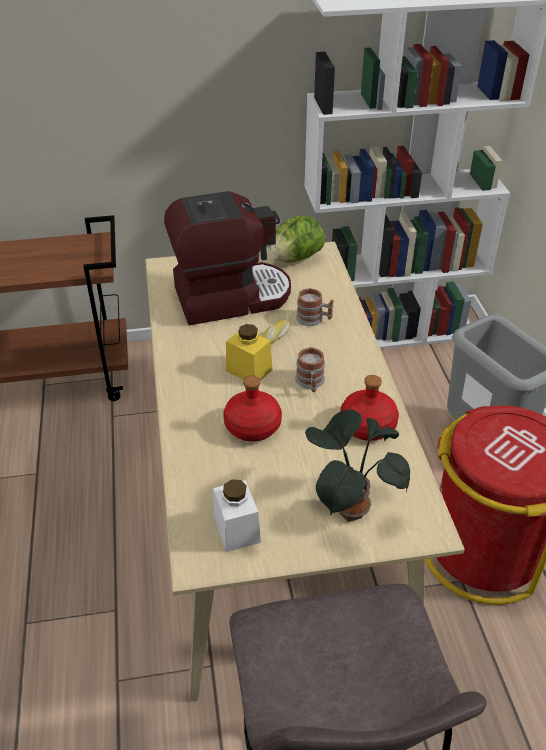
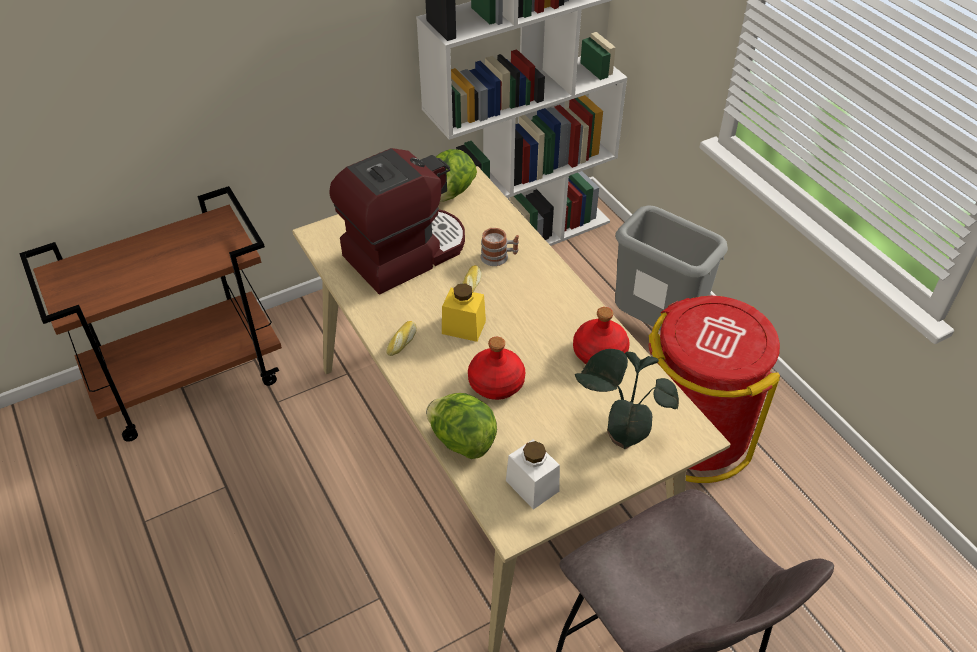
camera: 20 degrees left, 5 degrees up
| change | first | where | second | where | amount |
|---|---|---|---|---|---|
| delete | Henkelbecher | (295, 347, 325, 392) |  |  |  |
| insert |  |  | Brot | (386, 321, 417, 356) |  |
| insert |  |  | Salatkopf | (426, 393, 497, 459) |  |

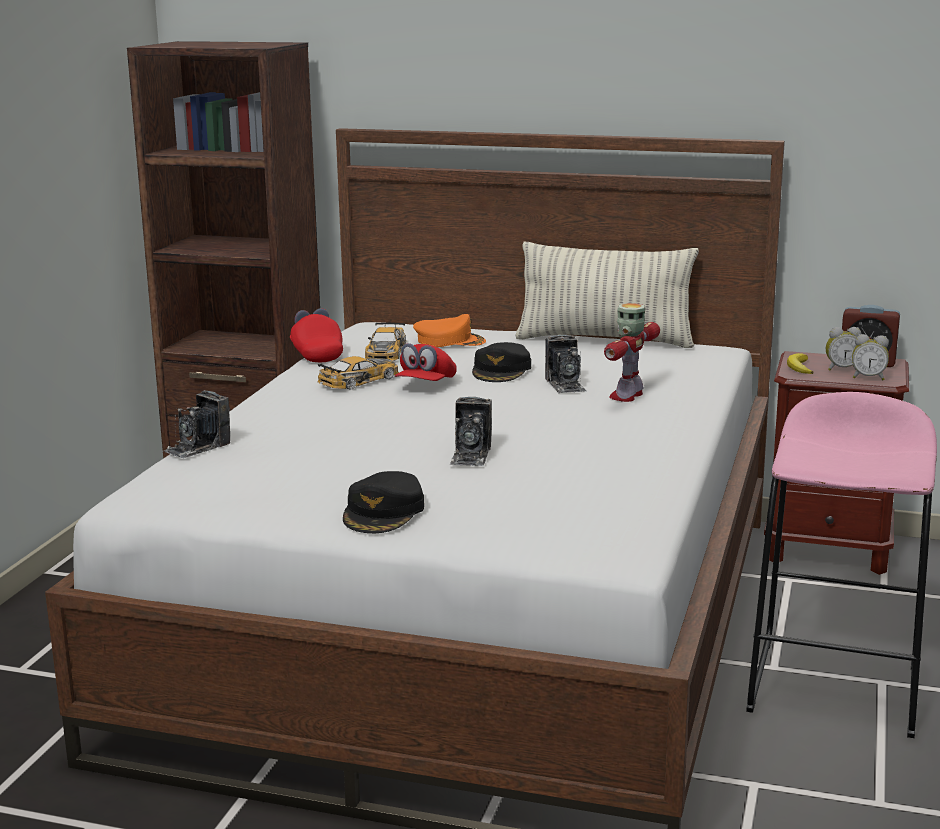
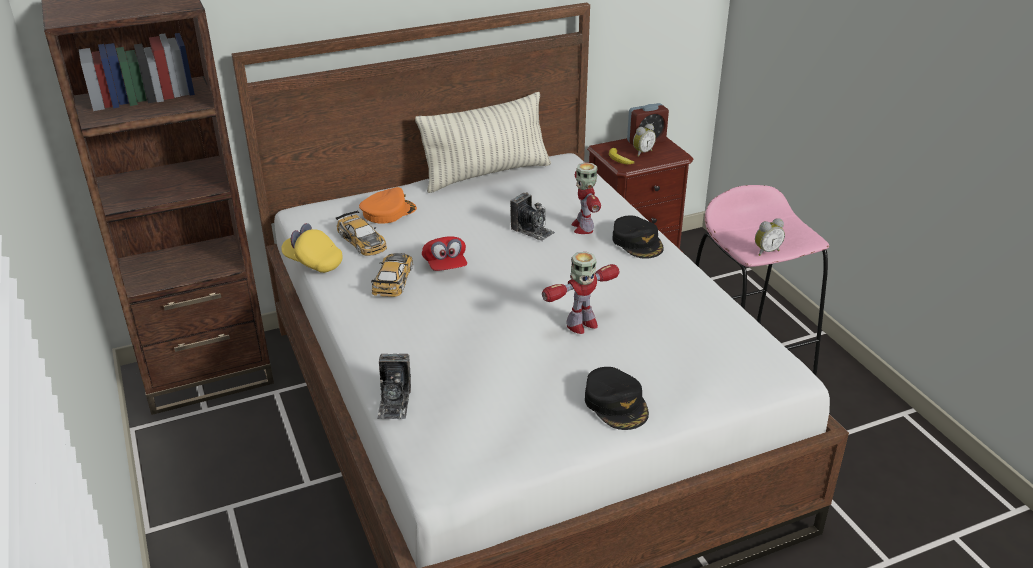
camera: 40 degrees left, 15 degrees up
| change | first | where | second | where | amount |
|---|---|---|---|---|---|
| move | Kappe/schwarz | (472, 342, 531, 382) |  | (613, 215, 664, 259) |  |
| move | Wecker | (852, 334, 889, 380) |  | (755, 218, 785, 256) |  |
| replace | Kamera | (449, 397, 492, 466) | Spielzeugroboter | (542, 252, 619, 334) |  |
| recolor | Kappe/rot | (290, 308, 343, 362) | Kappe/gelb | (281, 223, 343, 273) |  |

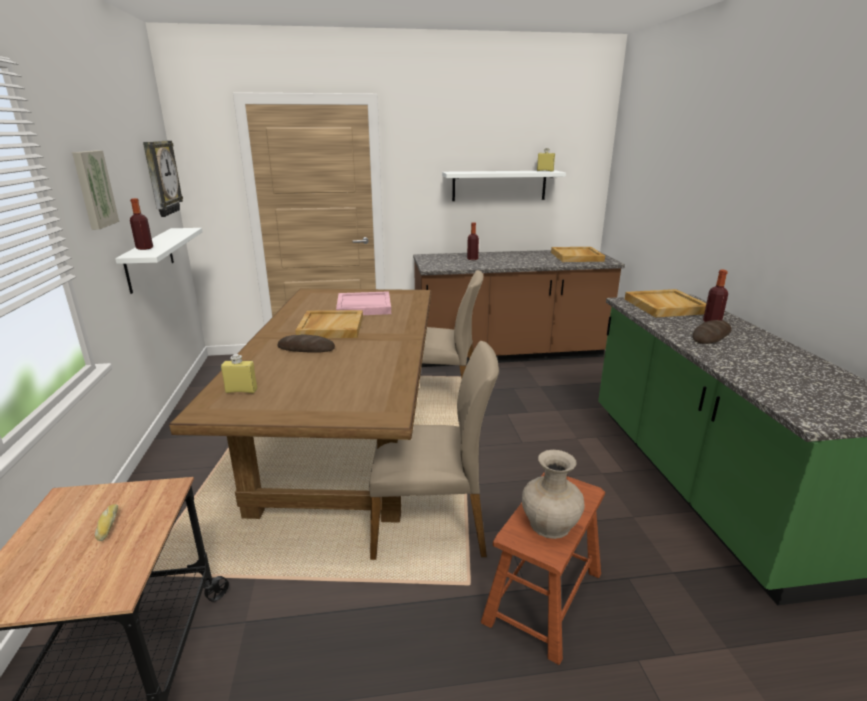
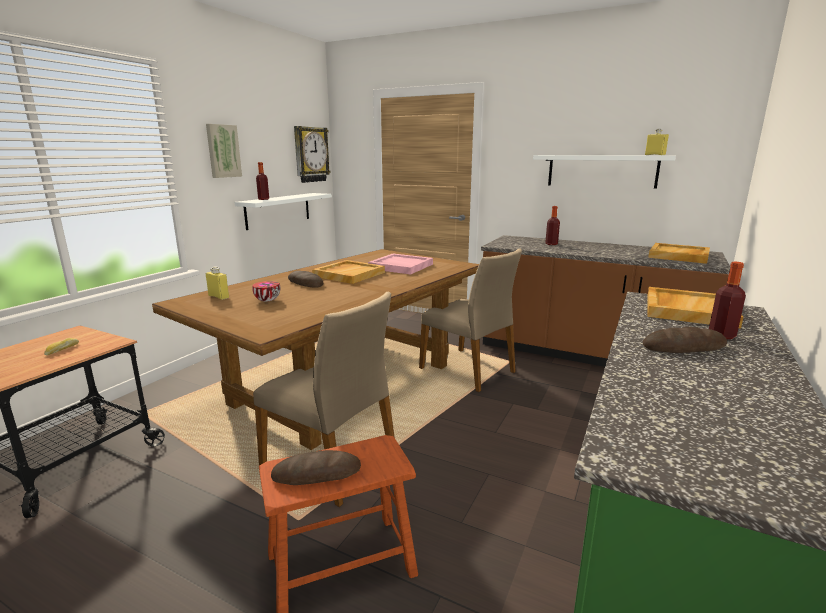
camera: 35 degrees right, 5 degrees down
| change | first | where | second | where | amount |
|---|---|---|---|---|---|
| insert |  |  | Schüssel | (252, 281, 280, 302) |  |
| replace | Vase/beige | (522, 450, 585, 539) | Brot | (271, 450, 361, 485) |  |

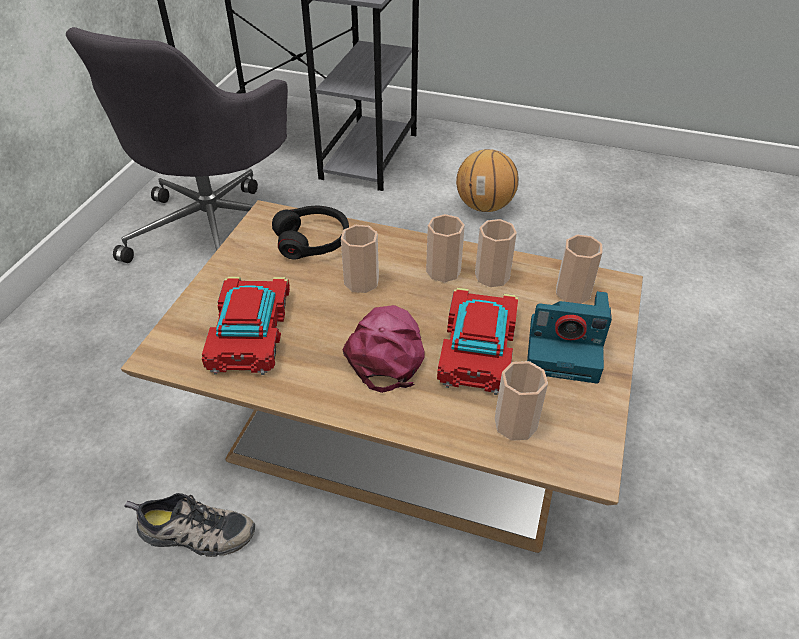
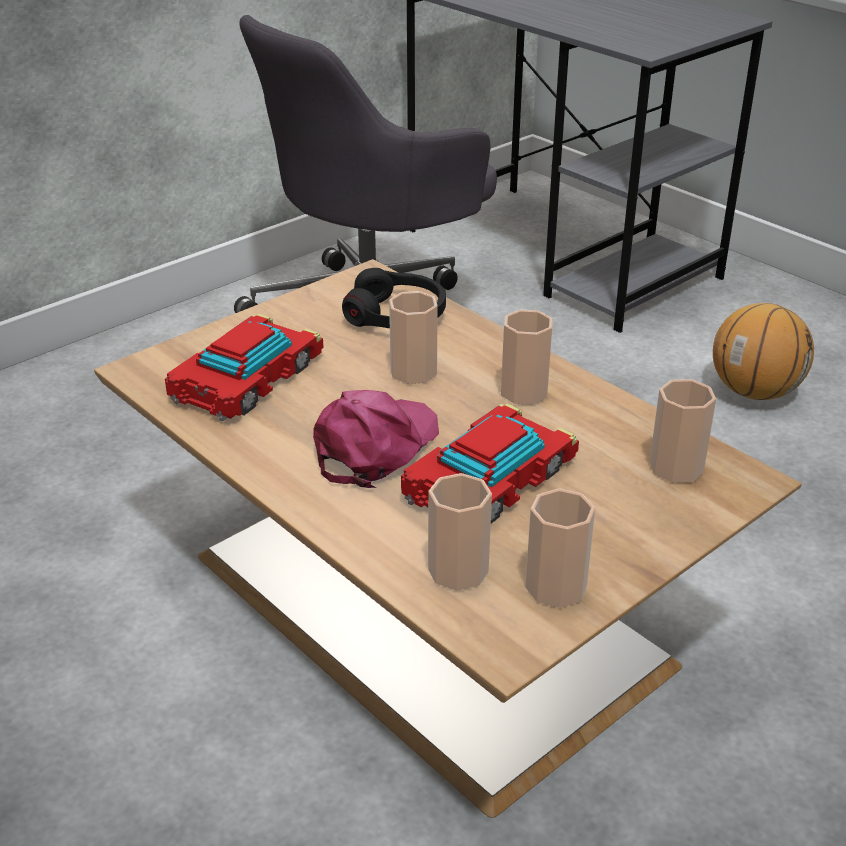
camera: 30 degrees right, 10 degrees down
| change | first | where | second | where | amount |
|---|---|---|---|---|---|
| delete | Schuh | (124, 493, 255, 557) |  |  |  |
| delete | Kamera | (527, 291, 612, 384) |  |  |  |
| move | Tasse | (475, 219, 517, 287) |  | (525, 488, 595, 608) |  |

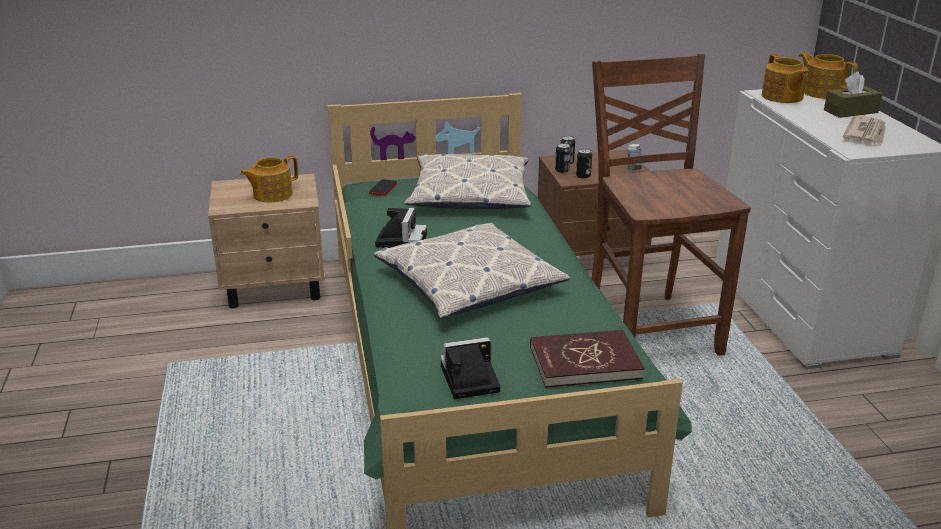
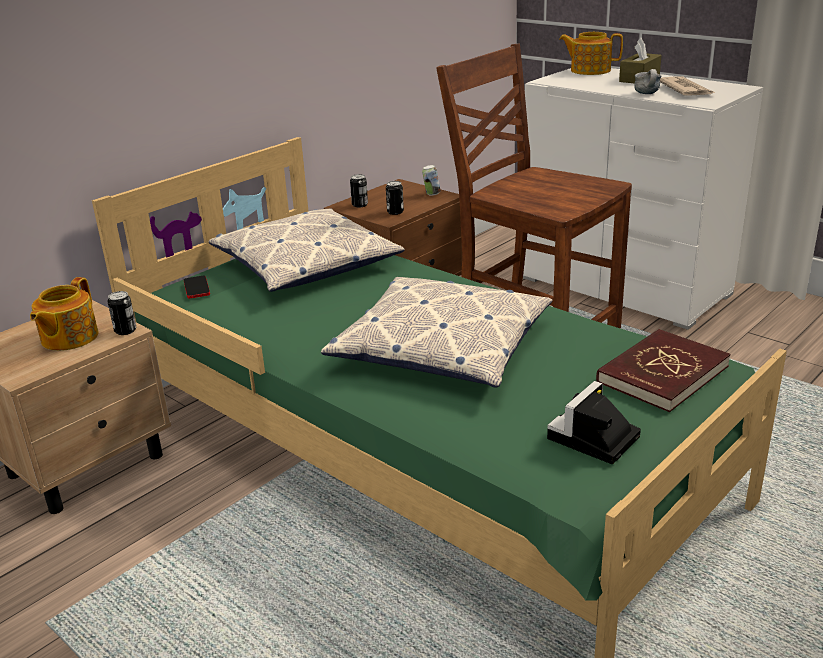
camera: 35 degrees left, 0 degrees up
| change | first | where | second | where | amount |
|---|---|---|---|---|---|
| delete | Kamera | (375, 208, 427, 248) |  |  |  |
| delete | Teekanne | (762, 54, 808, 103) |  |  |  |
| insert |  |  | Henkelbecher | (634, 69, 662, 94) |  |
| move | Dose | (555, 143, 571, 173) |  | (108, 291, 136, 335) |  |

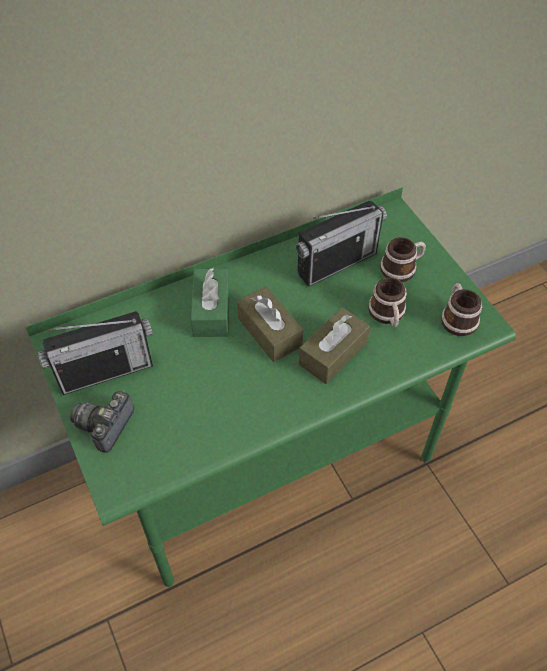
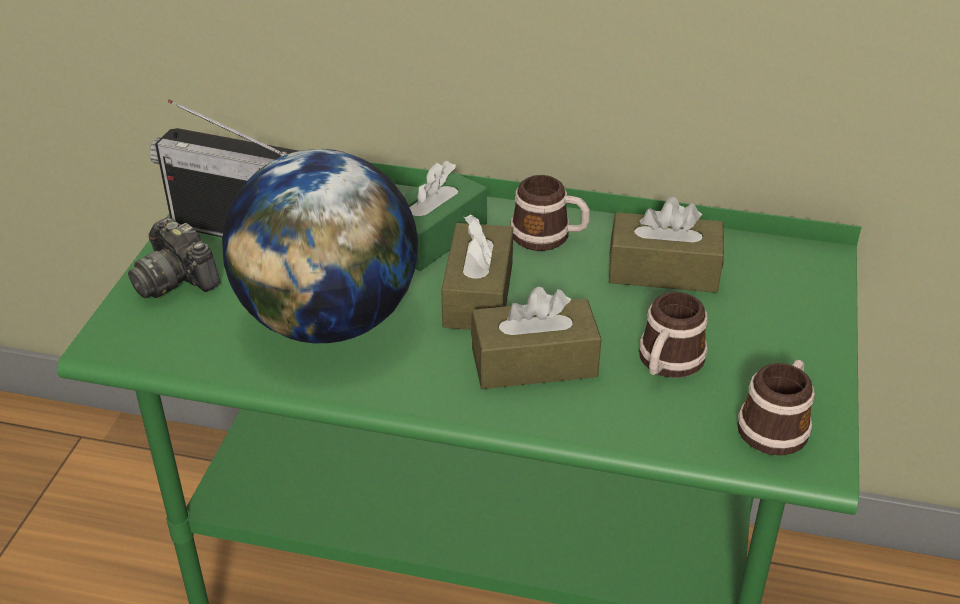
camera: 40 degrees right, 15 degrees down
| change | first | where | second | where | amount |
|---|---|---|---|---|---|
| insert |  |  | Globus | (222, 149, 418, 343) |  |
| move | Henkelbecher | (380, 237, 426, 282) |  | (510, 175, 590, 251) |  |
| replace | Radio | (296, 201, 387, 287) | Taschentuchbox/braun | (609, 197, 724, 293) |  |
| rotate | Kamera | (70, 390, 134, 453) |  | (128, 217, 220, 298) | 105 degrees counterclockwise |

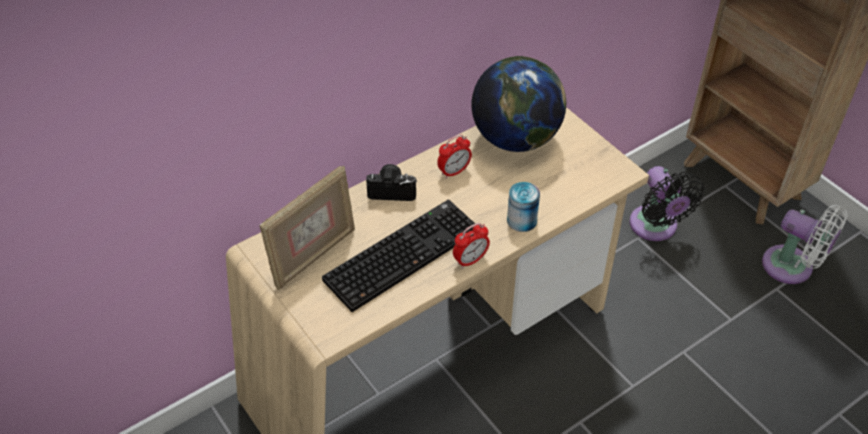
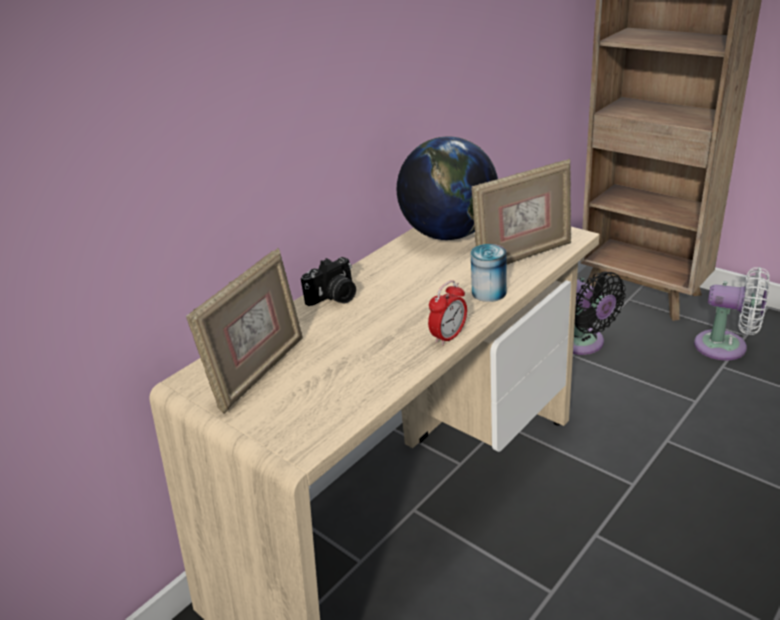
camera: 10 degrees left, 15 degrees down
| change | first | where | second | where | amount |
|---|---|---|---|---|---|
| delete | Tastatur | (322, 200, 475, 312) |  |  |  |
| delete | Wecker | (437, 135, 472, 179) |  |  |  |
| insert |  |  | Bilderrahmen | (471, 158, 571, 265) |  |
| rotate | Kamera | (366, 164, 417, 201) |  | (301, 257, 356, 306) | 150 degrees clockwise |

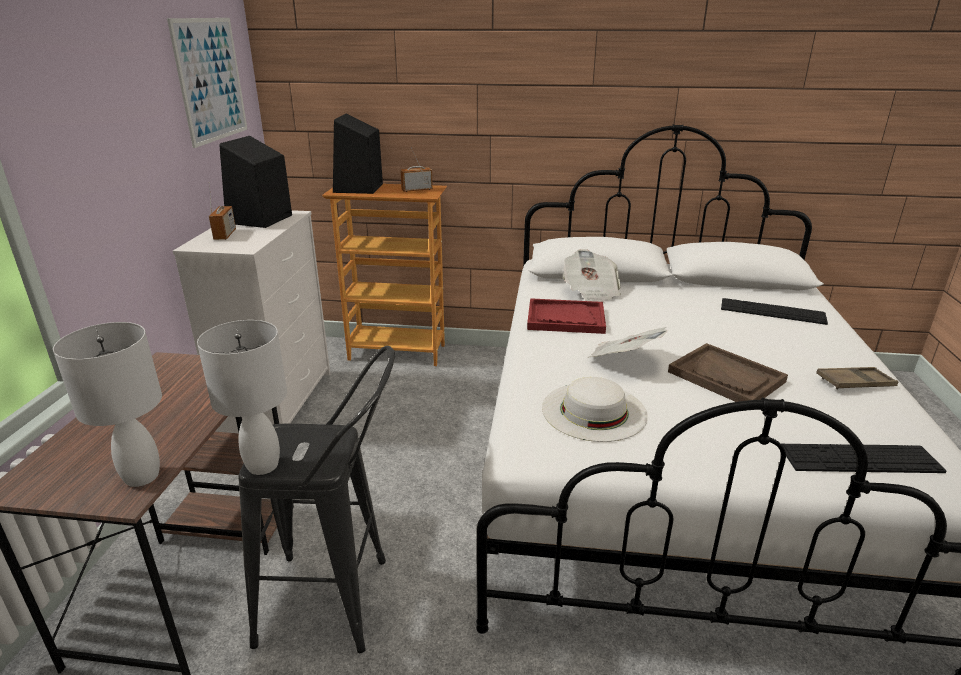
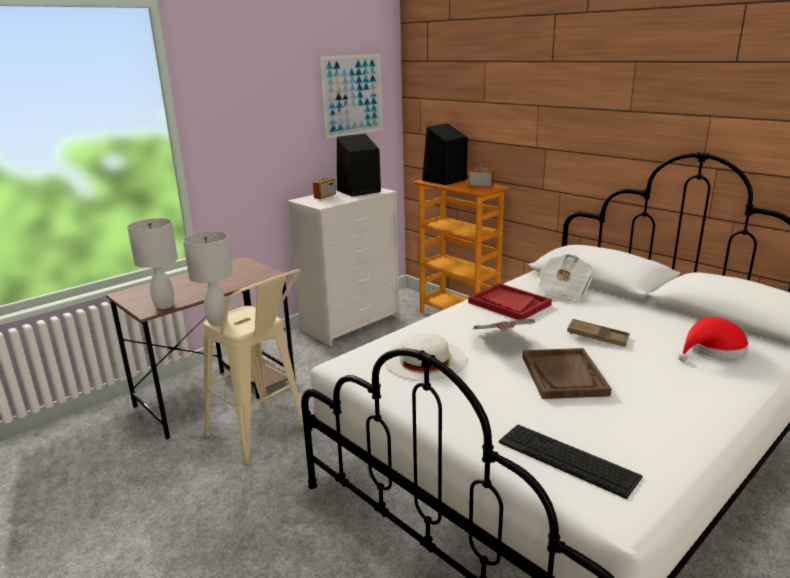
camera: 40 degrees right, 5 degrees down
| change | first | where | second | where | amount |
|---|---|---|---|---|---|
| move | Tablett/braun | (816, 367, 898, 389) |  | (567, 319, 630, 347) |  |
| replace | Tastatur | (721, 298, 828, 325) | Hut/rot | (678, 317, 749, 361) |  |
| recolor | Hocker/schwarz | (238, 346, 395, 653) | Hocker/beige | (203, 269, 304, 464) |  |

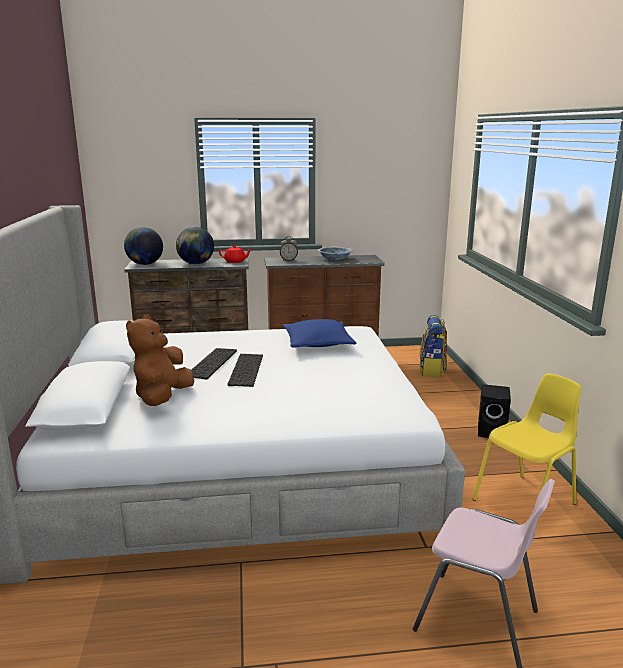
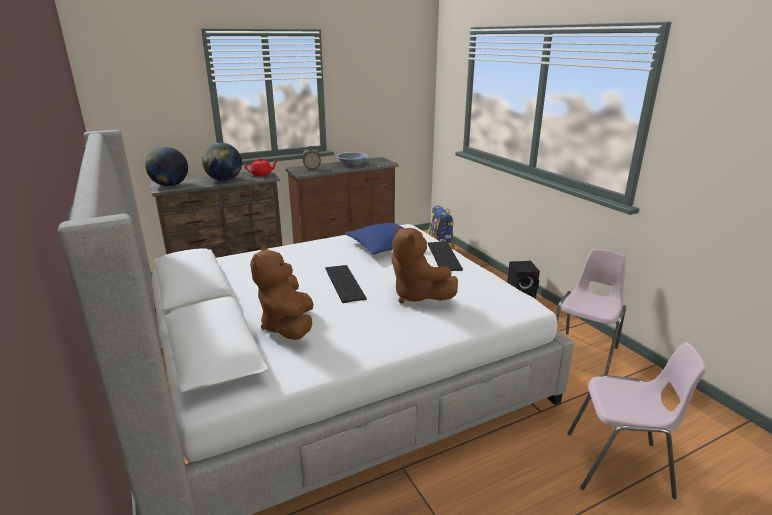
camera: 20 degrees left, 5 degrees up
| change | first | where | second | where | amount |
|---|---|---|---|---|---|
| insert |  |  | Plüschtier/braun | (392, 225, 458, 303) |  |
| move | Tastatur | (191, 348, 237, 380) |  | (428, 241, 463, 271) |  |
| recolor | Stuhl/gelb | (473, 373, 582, 505) | Stuhl/rosa | (556, 249, 626, 376) |  |

